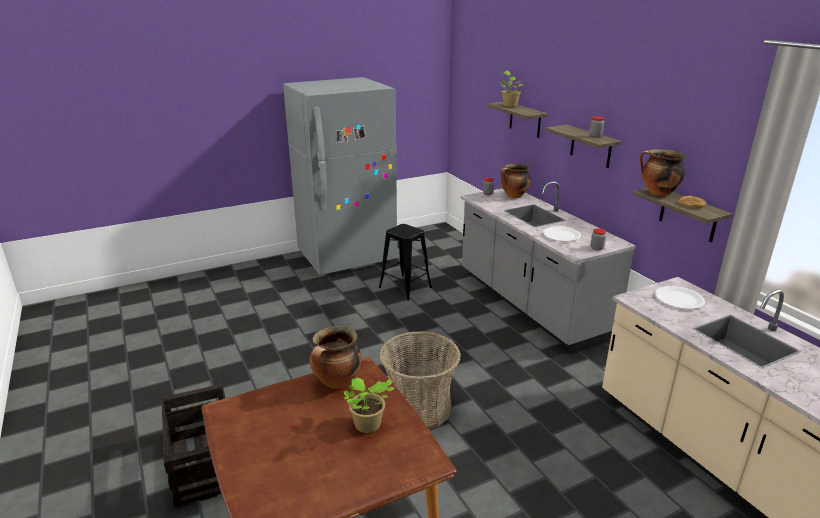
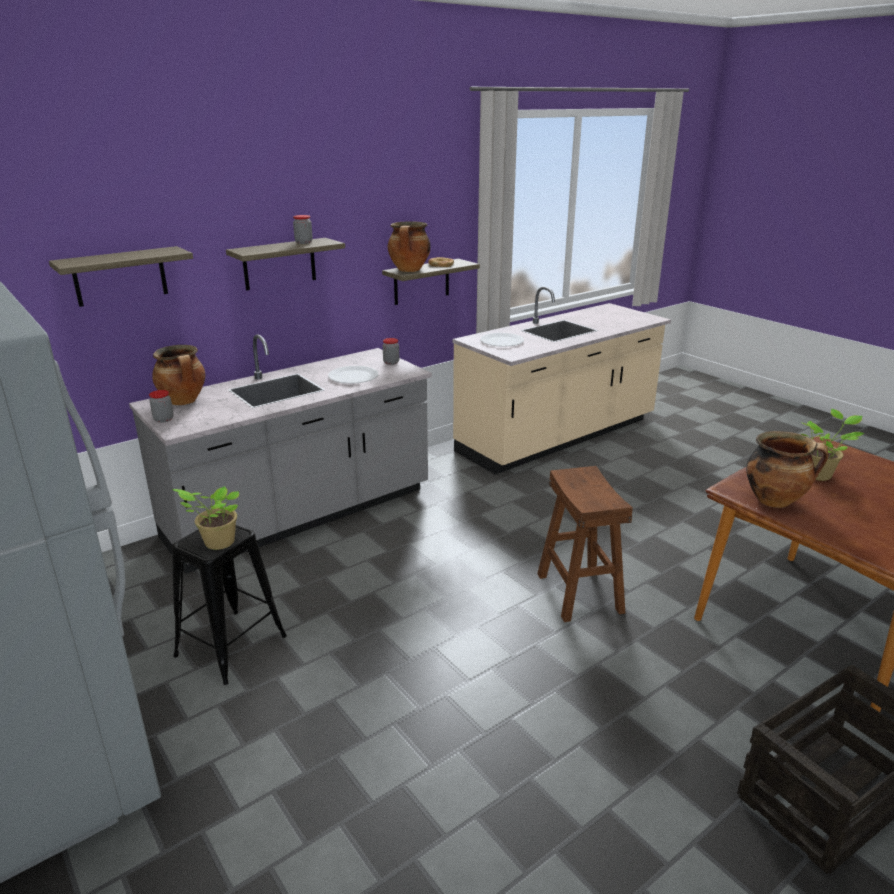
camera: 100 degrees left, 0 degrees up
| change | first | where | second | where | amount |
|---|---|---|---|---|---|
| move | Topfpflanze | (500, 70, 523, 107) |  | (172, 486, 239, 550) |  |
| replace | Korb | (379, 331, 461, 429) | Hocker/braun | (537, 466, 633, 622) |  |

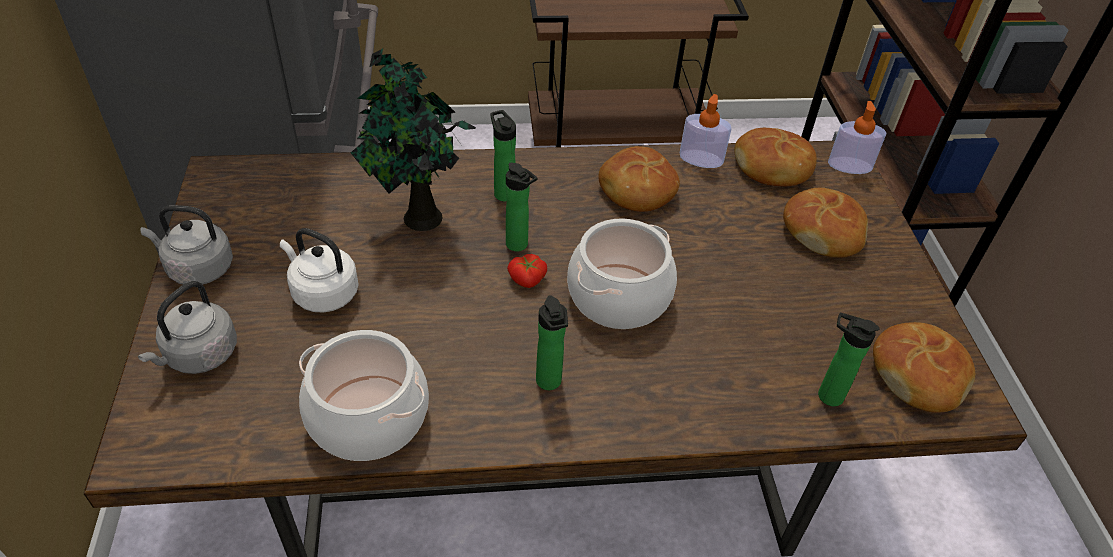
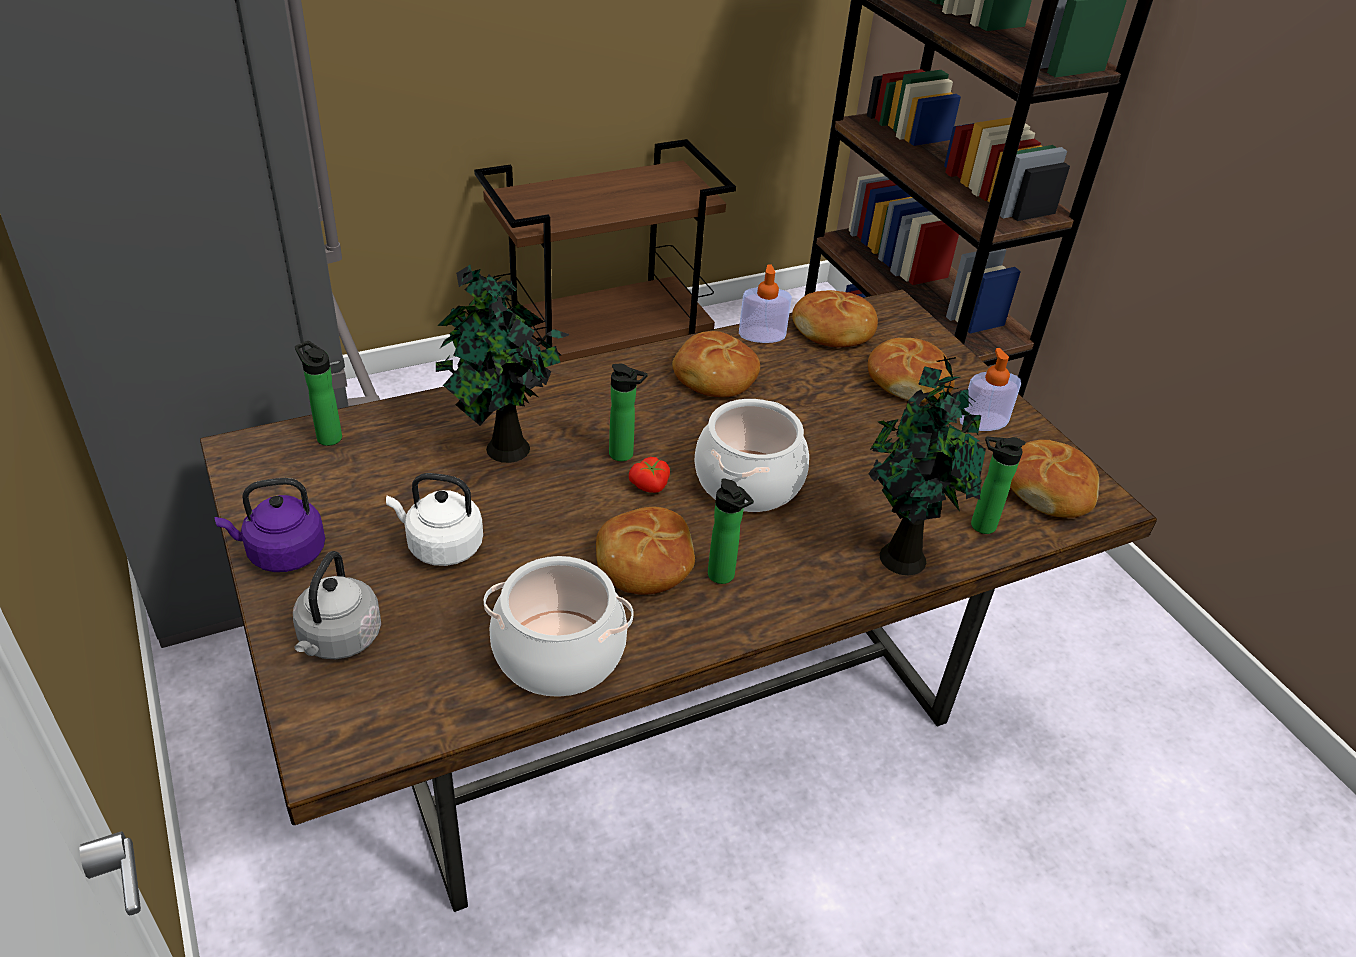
camera: 20 degrees left, 5 degrees down
| change | first | where | second | where | amount |
|---|---|---|---|---|---|
| insert |  |  | Brot | (596, 507, 695, 595) |  |
| insert |  |  | Topfpflanze | (868, 354, 986, 575) |  |
| move | Flasche | (490, 110, 516, 202) |  | (295, 341, 342, 446) |  |
| move | Seifenspender | (828, 101, 887, 174) |  | (960, 348, 1021, 431) |  |
| recolor | Wasserkessel/grau | (141, 205, 233, 285) | Wasserkessel/lila | (214, 478, 325, 572) |  |

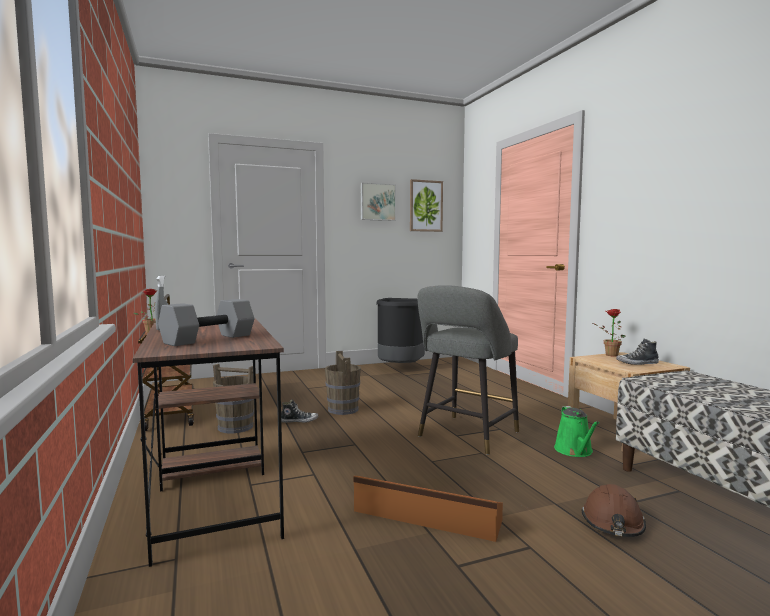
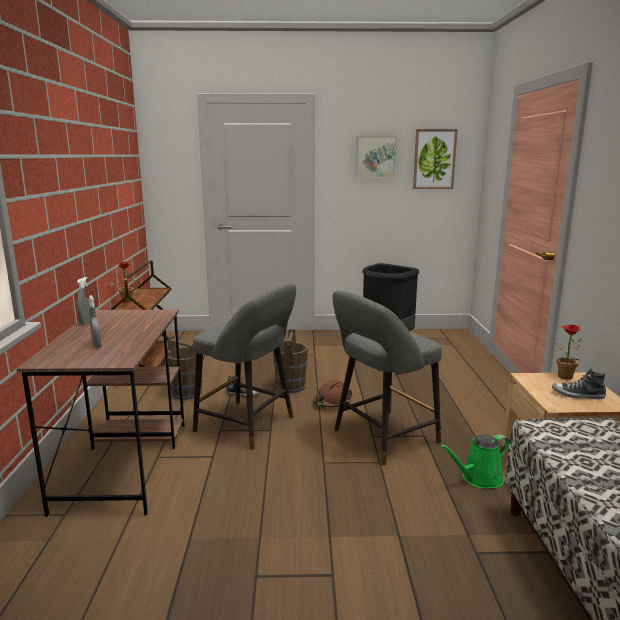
camera: 20 degrees right, 10 degrees up
| change | first | where | second | where | amount |
|---|---|---|---|---|---|
| delete | Aufbewahrungsbox/braun | (353, 476, 503, 542) |  |  |  |
| insert |  |  | Hocker/grau | (193, 283, 296, 450) |  |
| move | Schutzhelm/braun | (581, 484, 646, 537) |  | (313, 380, 353, 407) |  |
| replace | Hantel/grau | (158, 299, 255, 346) | Sprühflasche/grau | (89, 296, 102, 348) |  |
| rotate | Gießkanne/grün | (554, 406, 599, 457) |  | (440, 434, 510, 488) | 45 degrees clockwise |

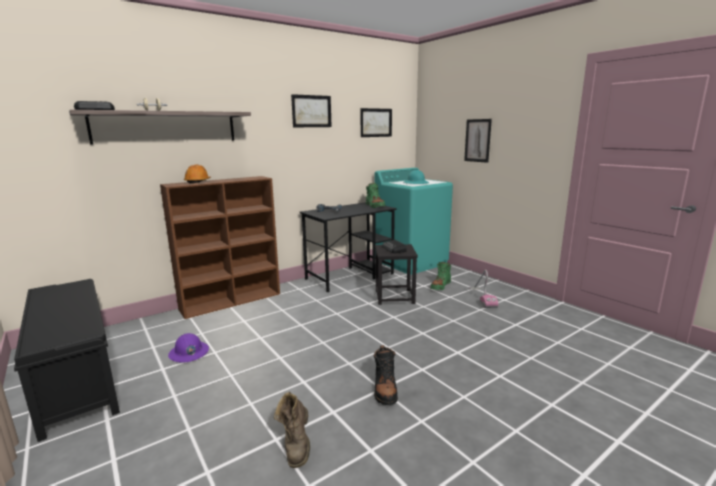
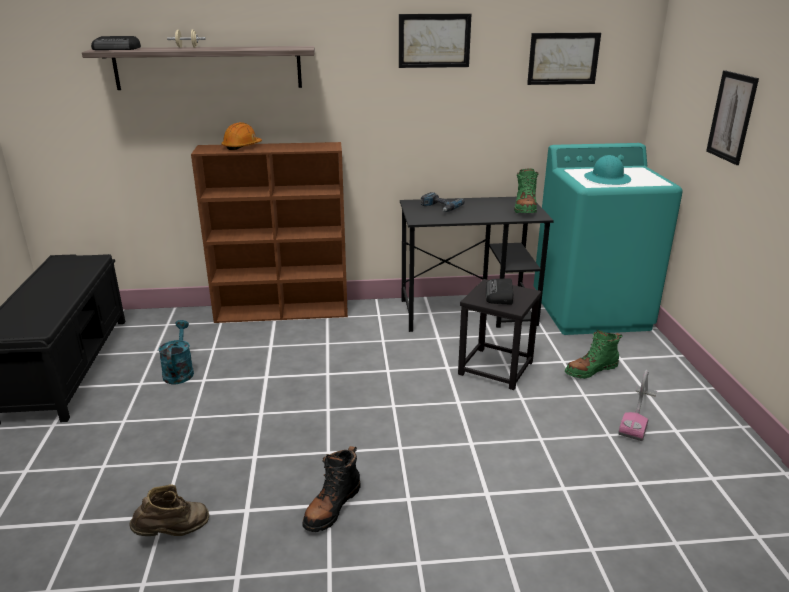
camera: 30 degrees right, 10 degrees up
| change | first | where | second | where | amount |
|---|---|---|---|---|---|
| replace | Schutzhelm/lila | (168, 333, 209, 363) | Gießkanne/türkis | (158, 320, 194, 384) |  |
| rotate | Stiefel/braun | (274, 392, 310, 468) |  | (129, 484, 209, 536) | 150 degrees counterclockwise |

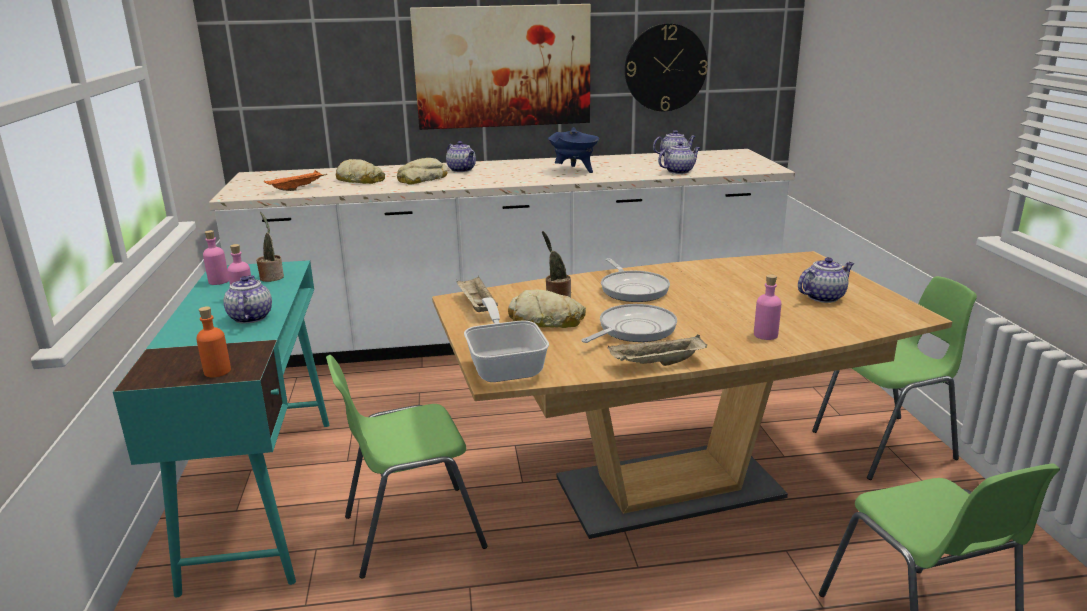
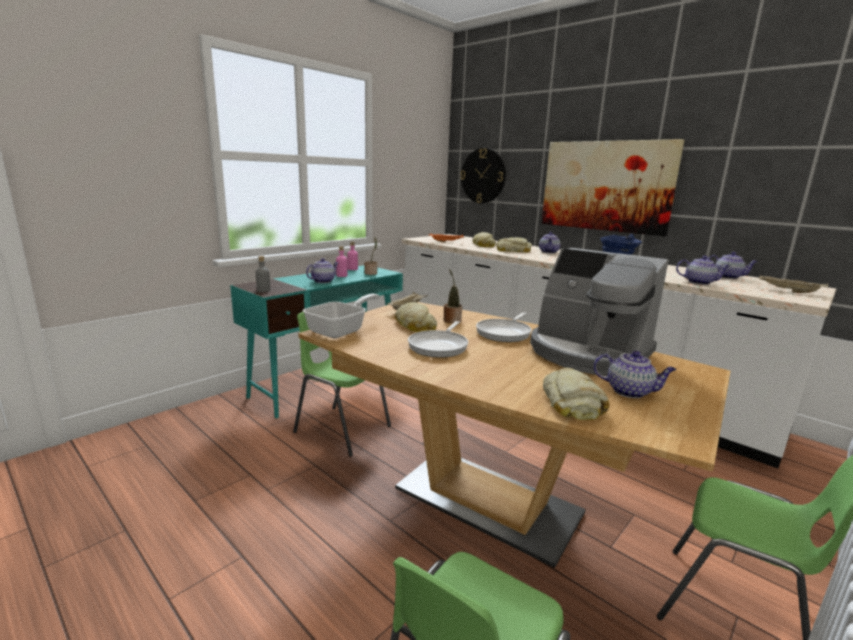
camera: 50 degrees right, 5 degrees down
| change | first | where | second | where | amount |
|---|---|---|---|---|---|
| delete | Flasche/rosa | (754, 274, 781, 340) |  |  |  |
| insert |  |  | Kaffeemaschine | (530, 248, 669, 376) |  |
| insert |  |  | Brot | (543, 367, 610, 420) |  |
| move | Tablett/beige | (608, 335, 707, 366) |  | (759, 275, 829, 293) |  |
| move | Wanduhr | (625, 23, 708, 111) |  | (460, 148, 506, 204) |  |
| recolor | Flasche/orange | (196, 306, 231, 377) | Flasche/grau | (256, 256, 271, 292) |  |
| rotate | Pfanne | (582, 304, 677, 343) |  | (408, 321, 468, 358) | 105 degrees clockwise |

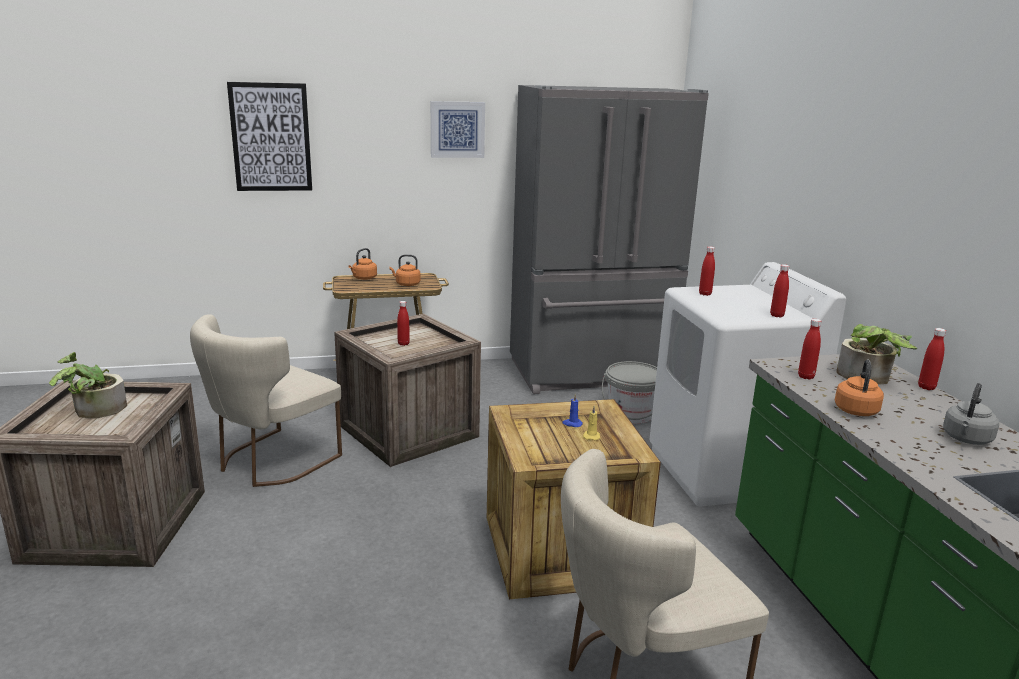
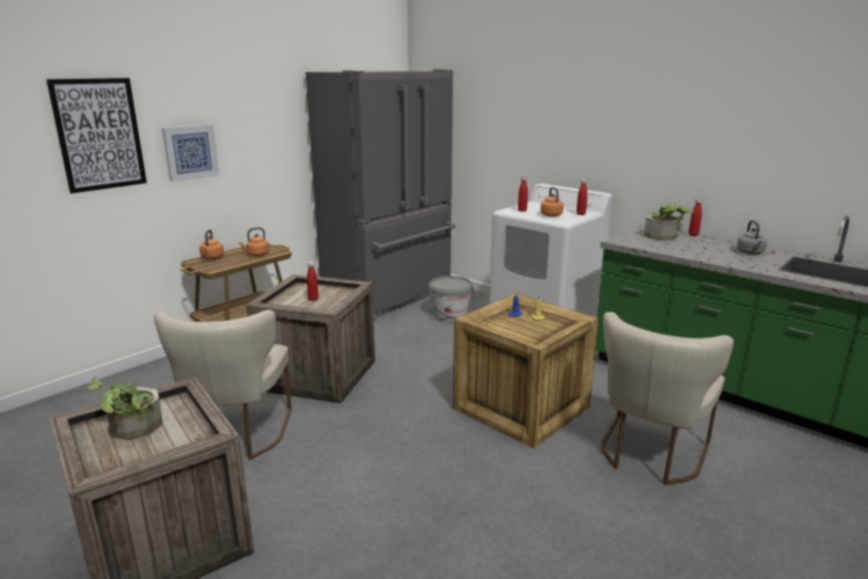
camera: 35 degrees left, 0 degrees up
| change | first | where | second | where | amount |
|---|---|---|---|---|---|
| delete | Flasche/rot | (798, 319, 821, 380) |  |  |  |
| move | Bild | (431, 101, 485, 158) |  | (162, 124, 219, 182) |  |
| move | Wasserkessel/orange | (835, 360, 884, 416) |  | (540, 187, 564, 217) |  |

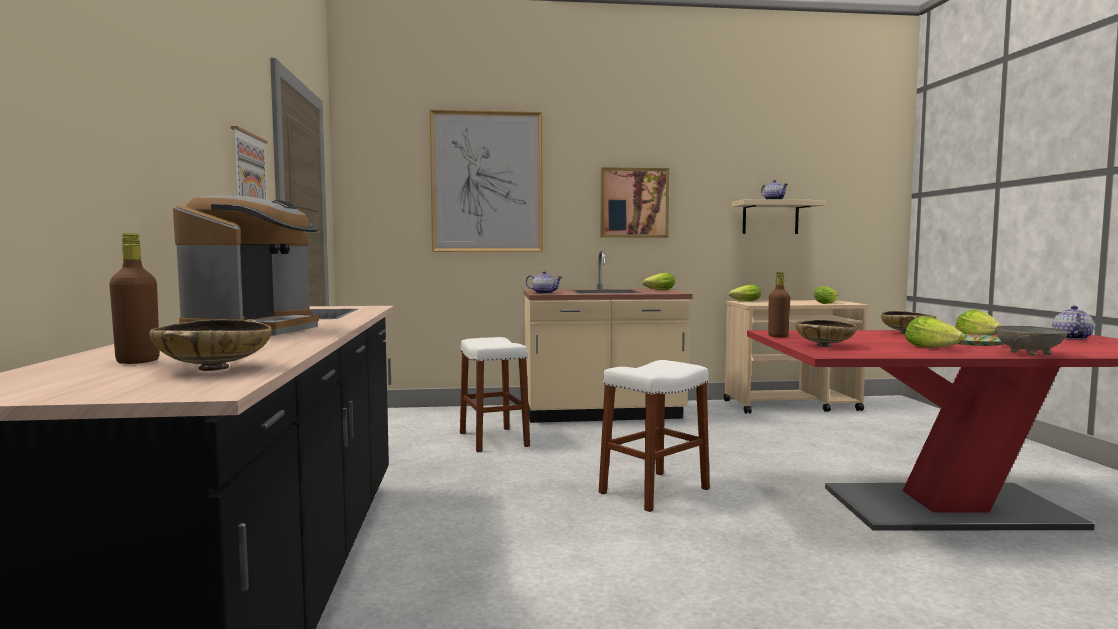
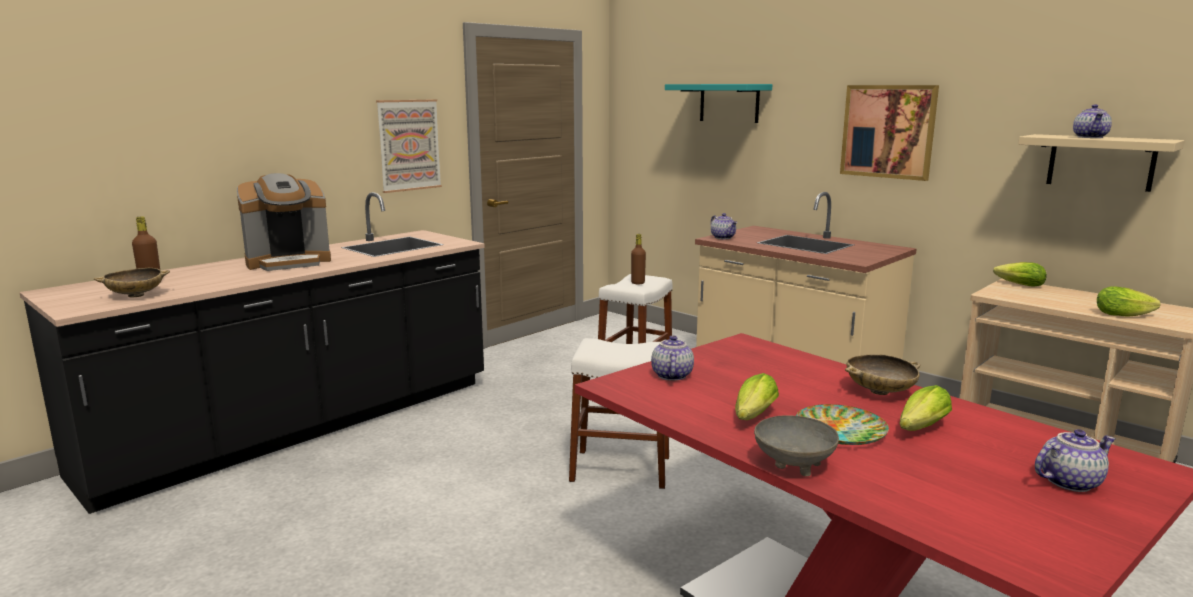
camera: 50 degrees right, 10 degrees up
| change | first | where | second | where | amount |
|---|---|---|---|---|---|
| delete | Salatkopf | (642, 273, 675, 290) |  |  |  |
| move | Flasche/braun | (768, 272, 790, 337) |  | (631, 234, 646, 284) |  |
| replace | Bild | (430, 109, 543, 252) | Wandregal/türkis | (665, 84, 772, 123) |  |
| replace | Schüssel/beige | (795, 320, 857, 347) | Teekanne | (651, 336, 694, 381) |  |

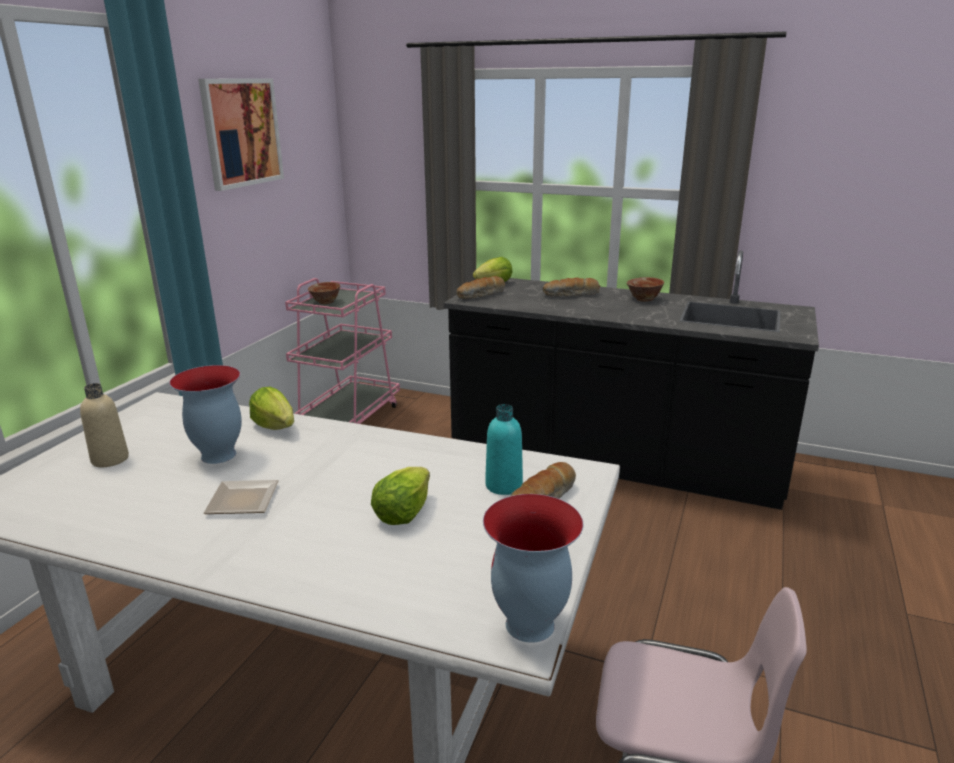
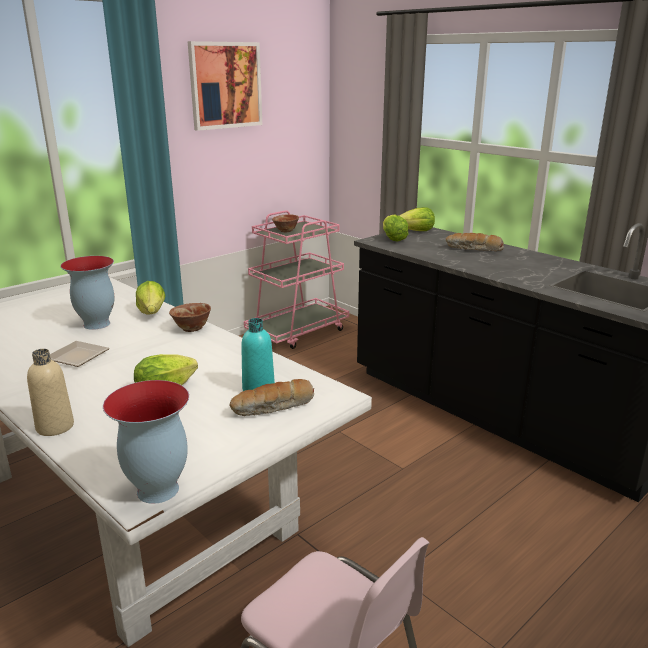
camera: 25 degrees right, 0 degrees up
| change | first | where | second | where | amount |
|---|---|---|---|---|---|
| move | Flasche/beige | (80, 383, 129, 467) |  | (27, 349, 74, 436) |  |
| move | Schüssel | (627, 277, 664, 302) |  | (169, 303, 211, 332) |  |
| replace | Brot | (457, 276, 505, 299) | Salatkopf | (383, 215, 408, 242) |  |

